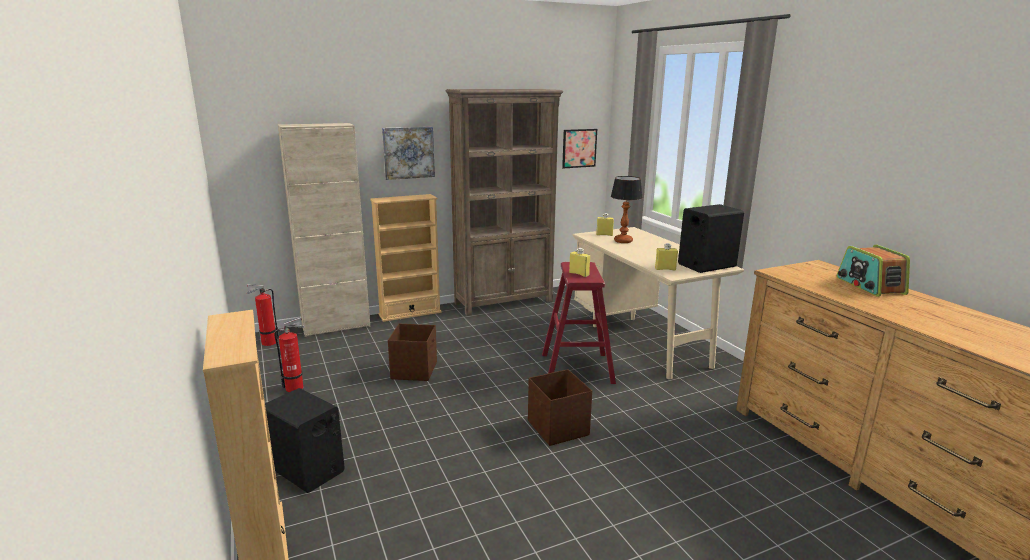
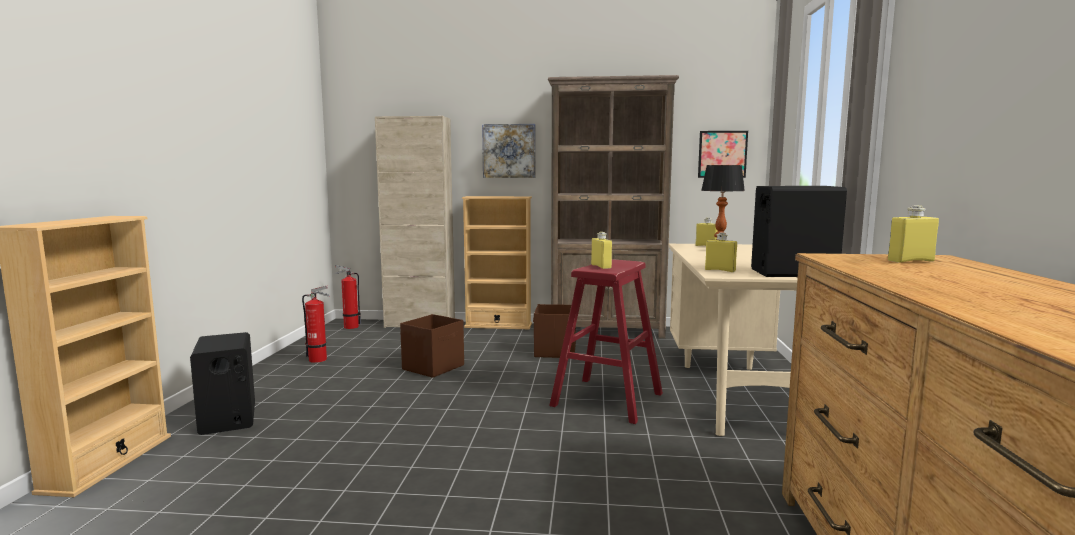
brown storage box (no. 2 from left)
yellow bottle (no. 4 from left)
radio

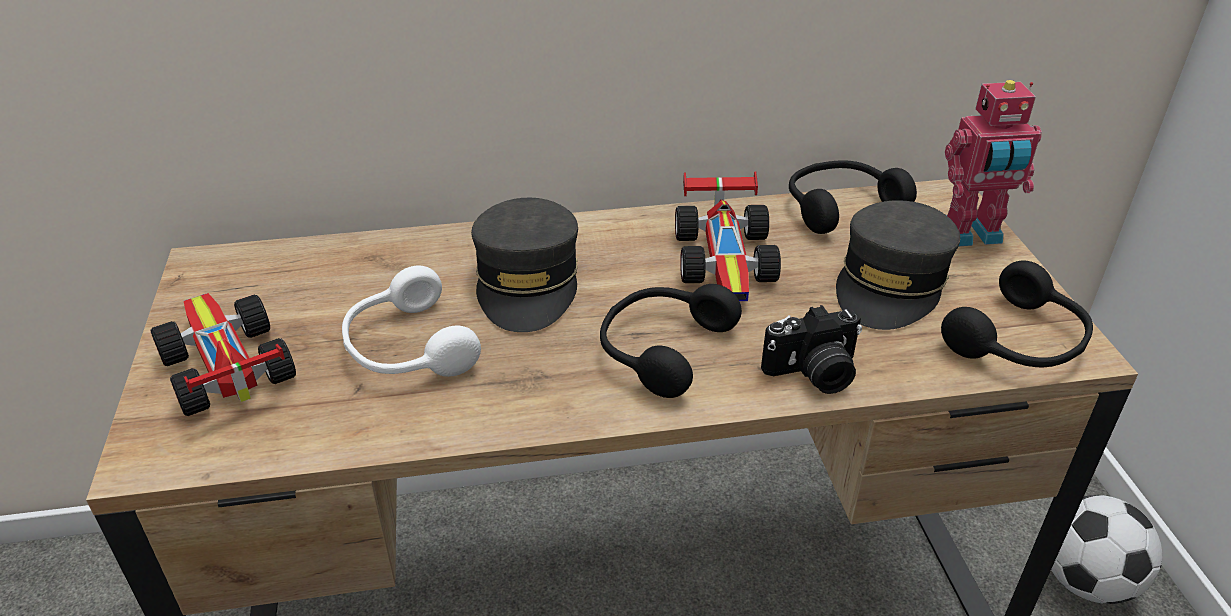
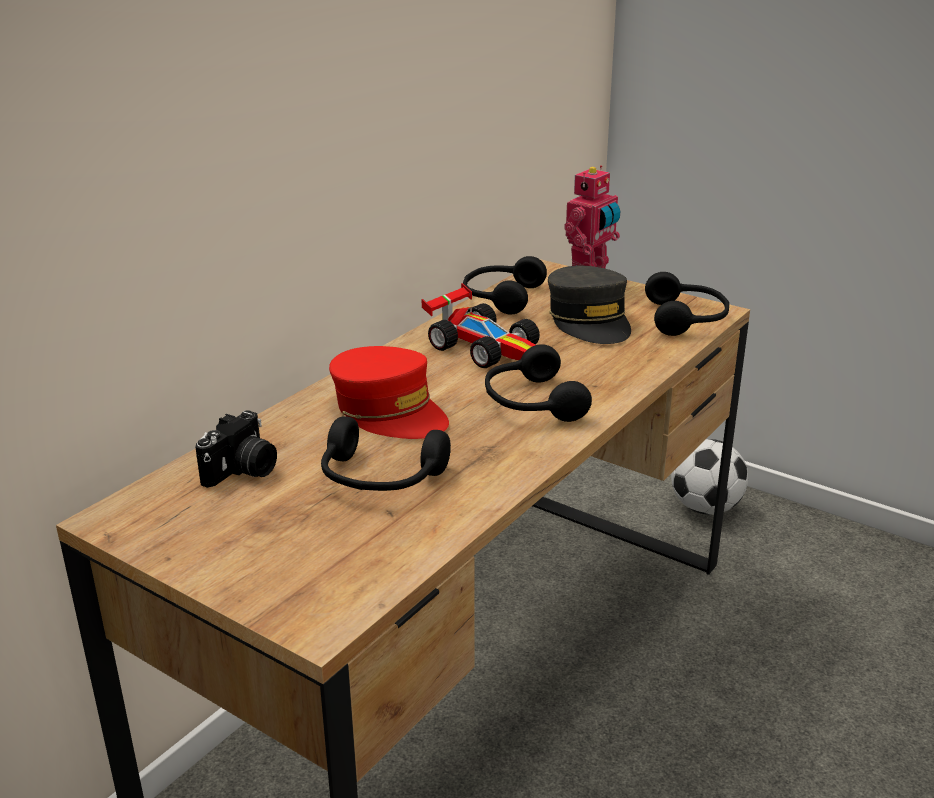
photo camera
black headphones (no. 1 from left)
red cap
toy car (no. 1 from left in the first image)

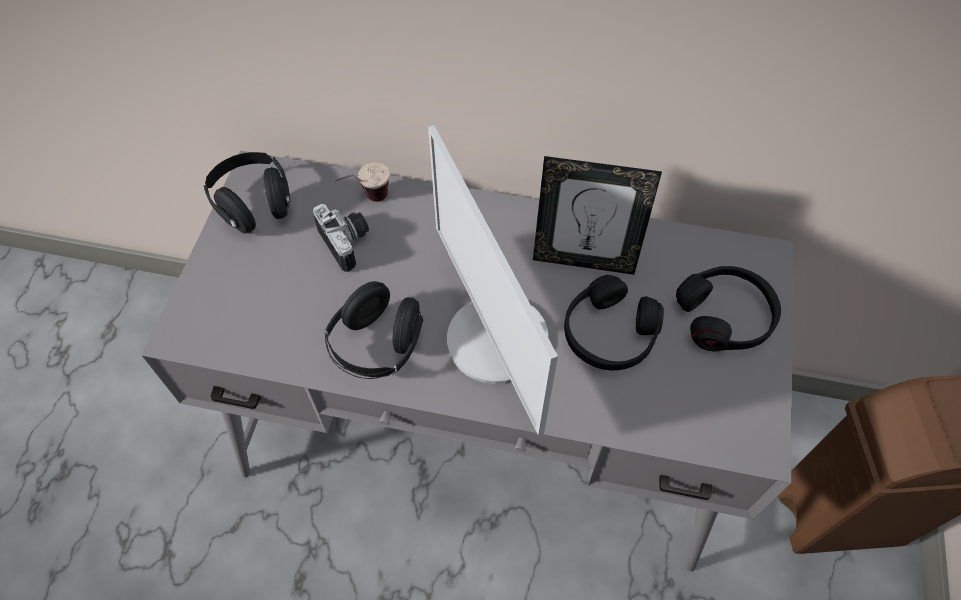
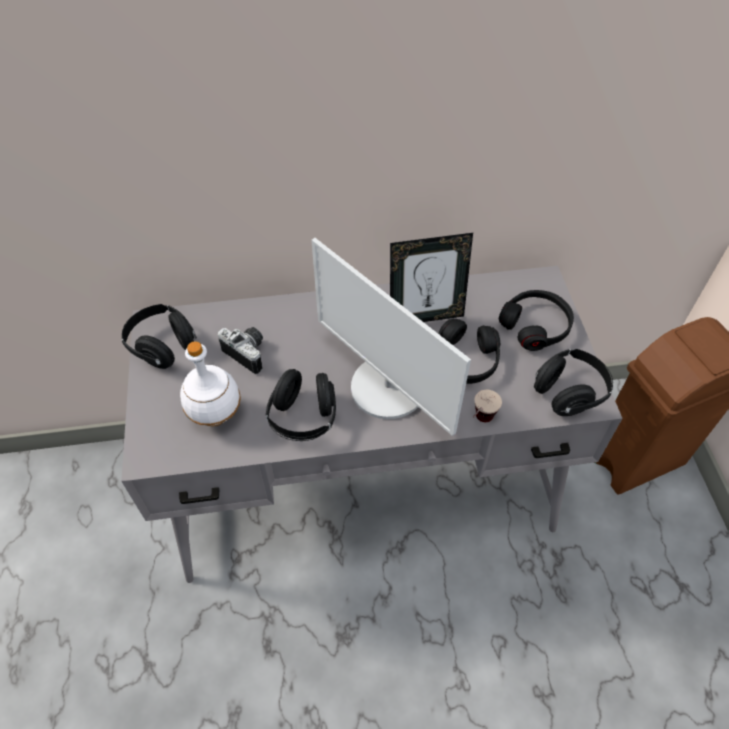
white bottle
cup
black headphones (no. 5 from left)

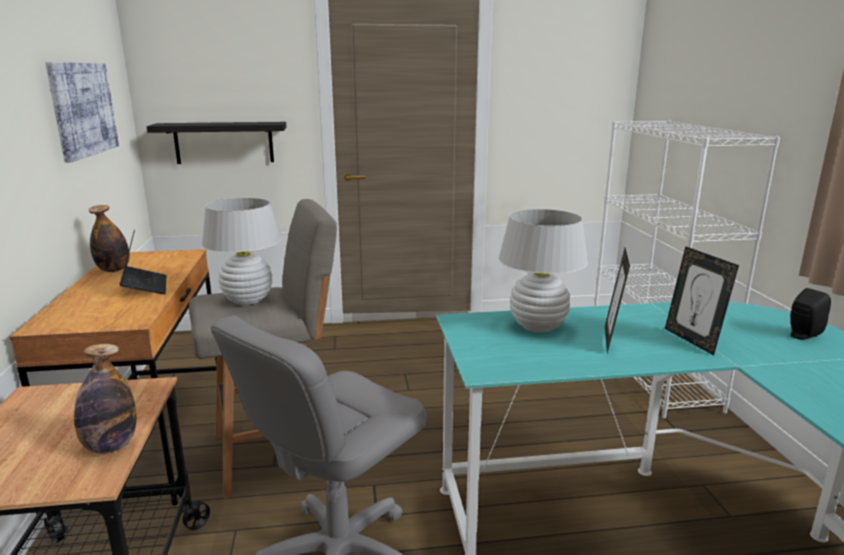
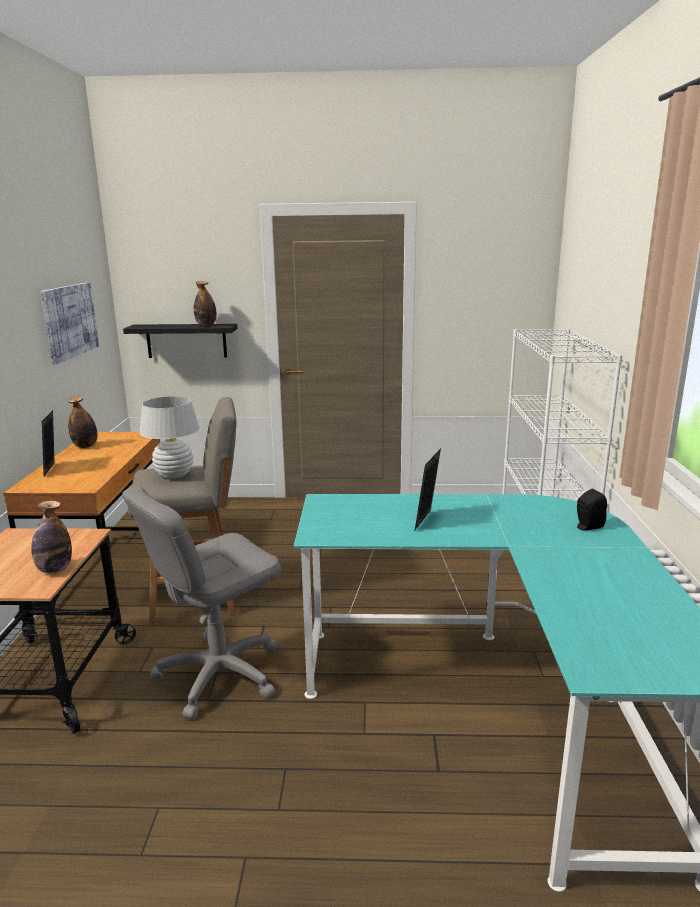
picture frame (no. 1 from left)
bottle (no. 3 from left)
laptop
white table lamp (no. 2 from left in the first image)

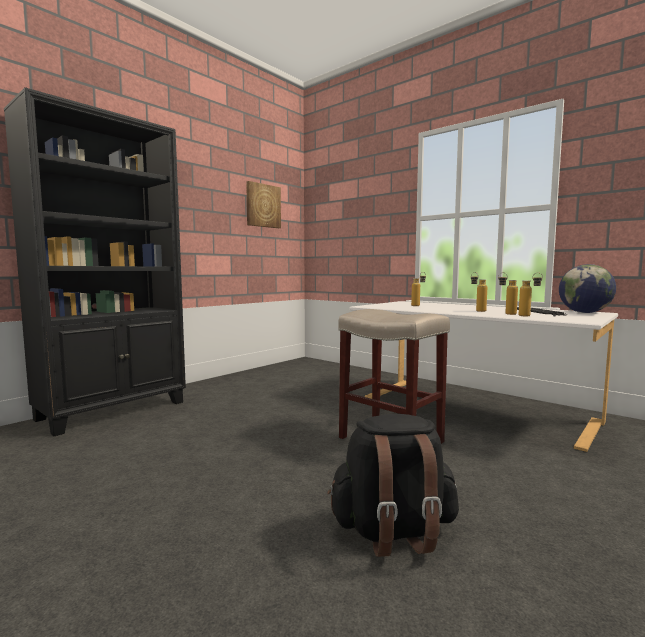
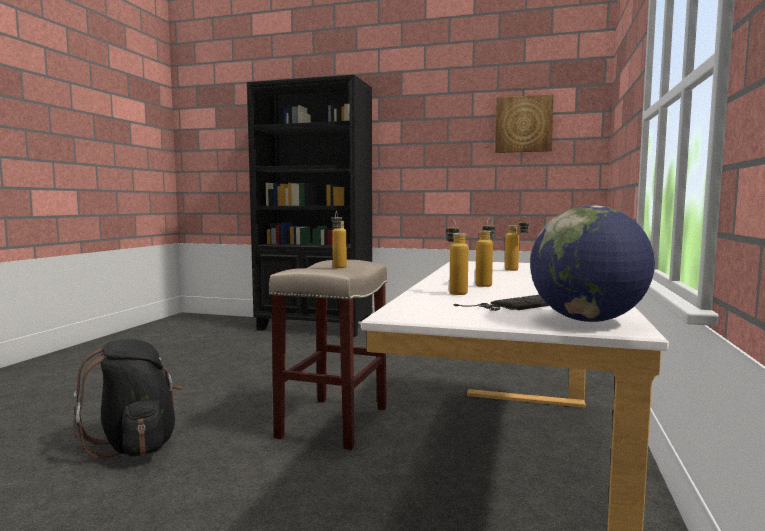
bottle (no. 1 from left)

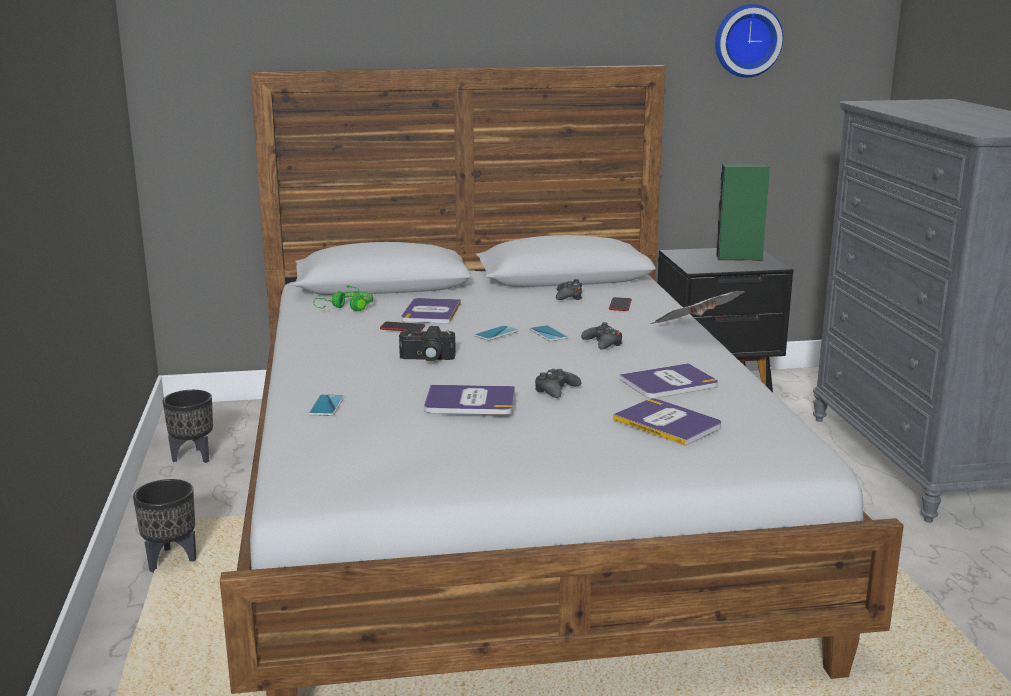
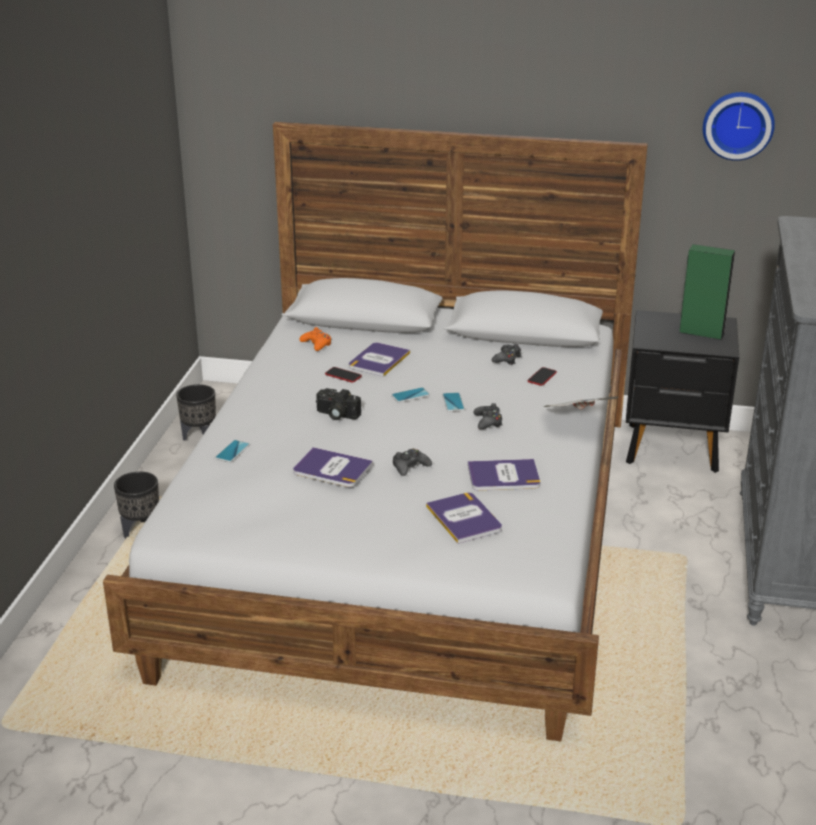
orange game controller

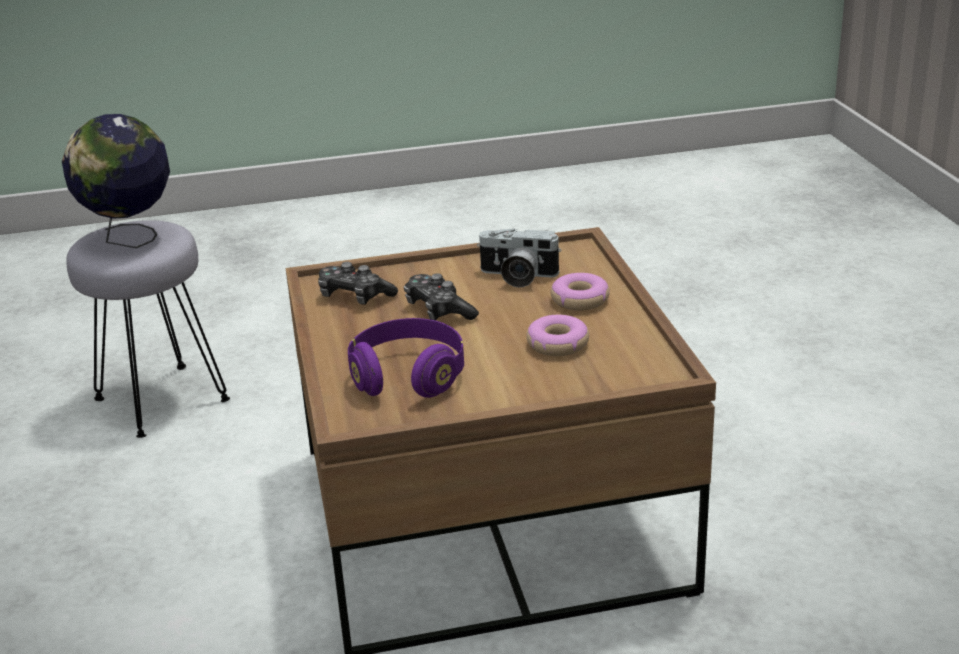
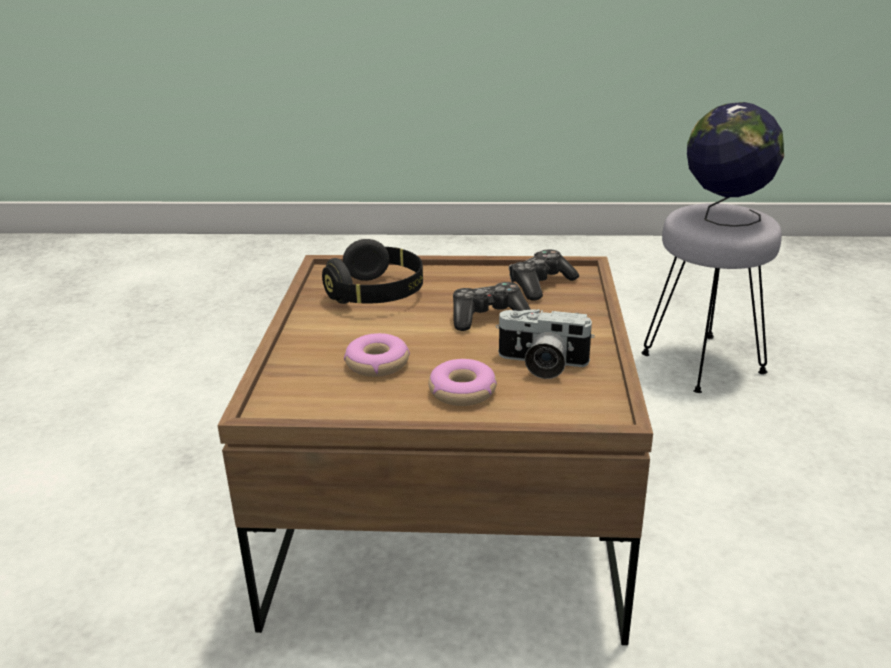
black headphones
photo camera

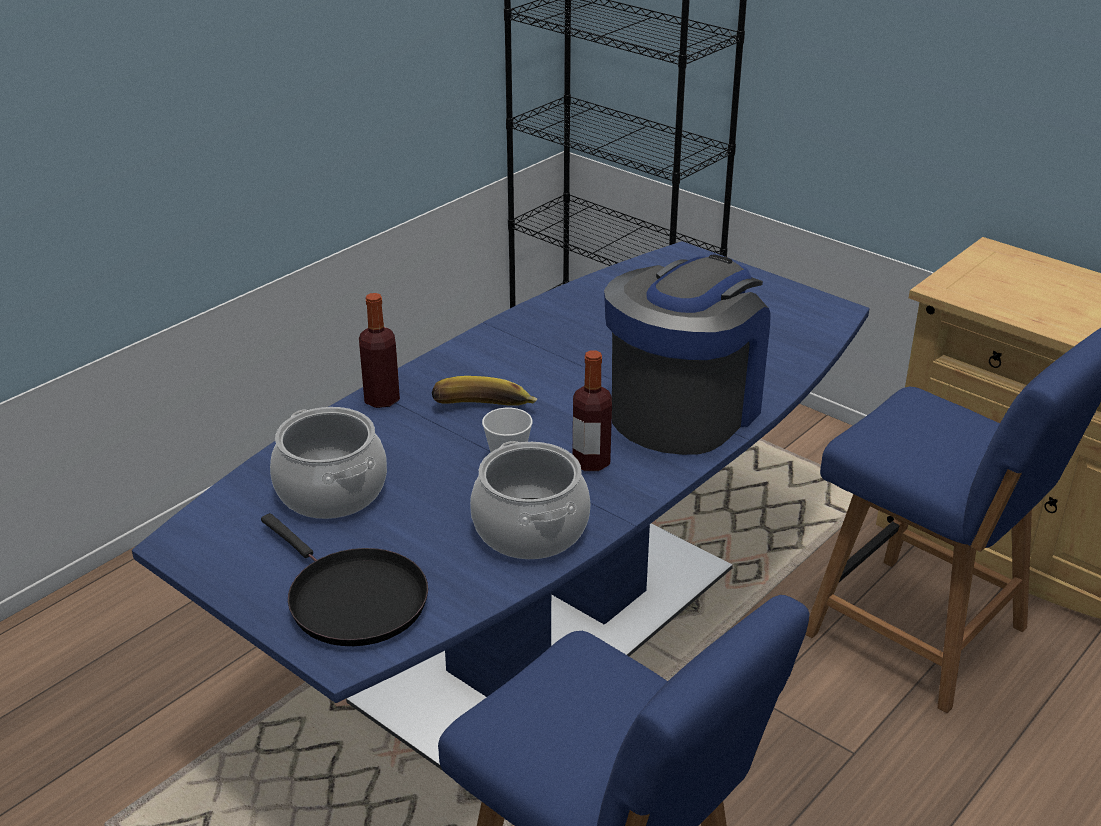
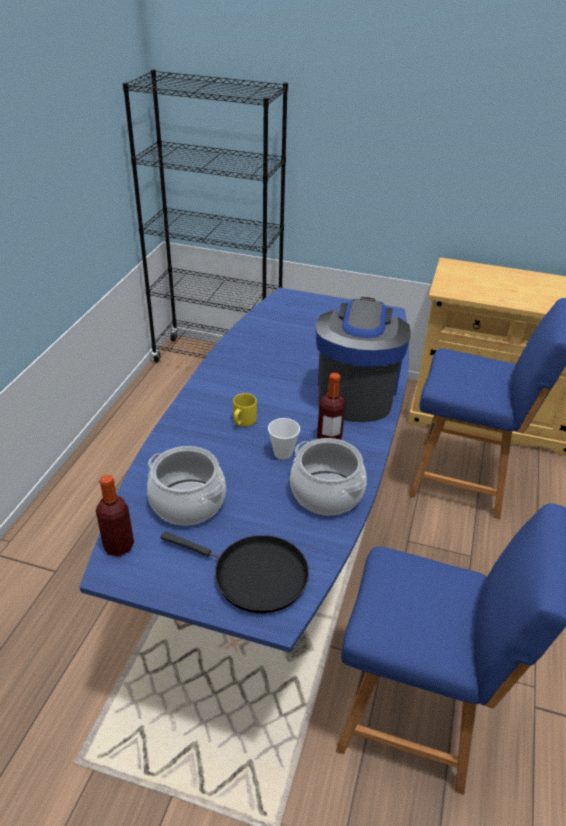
bottle (no. 1 from left)
yellow mug

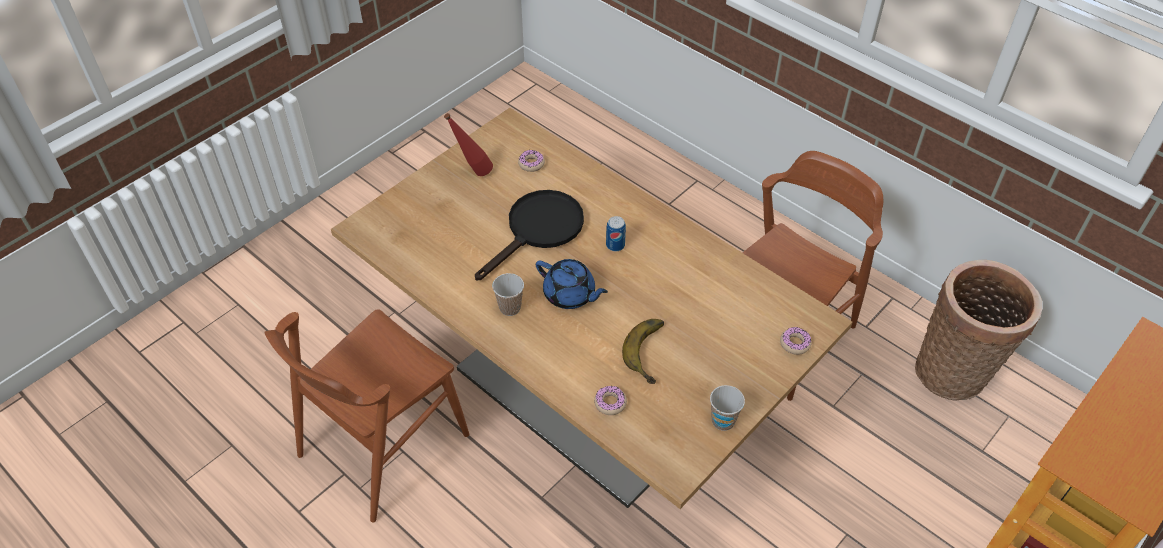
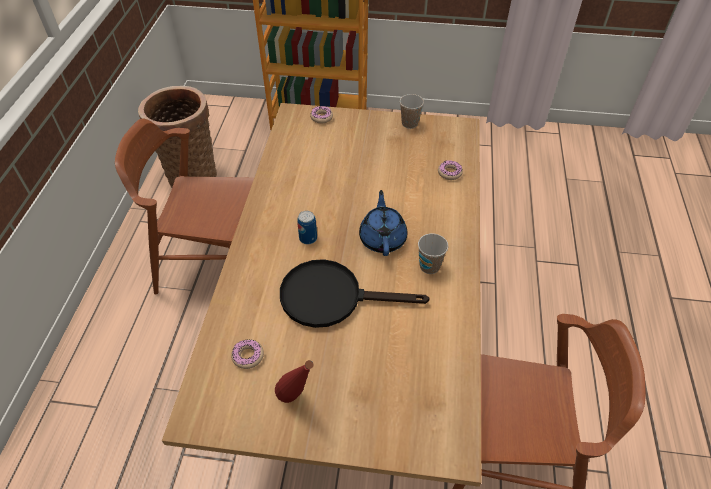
banana

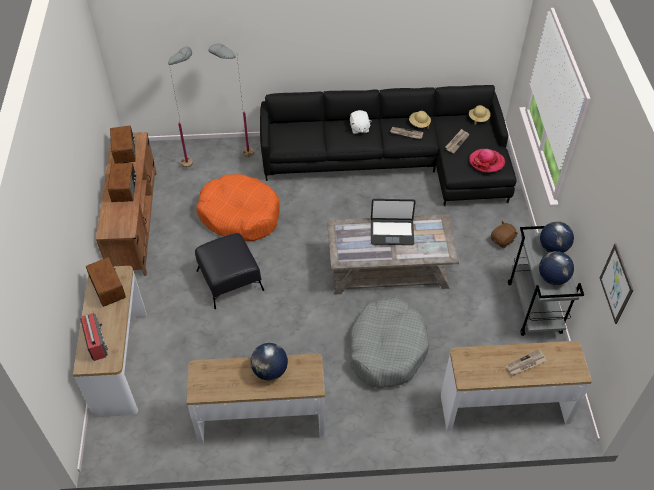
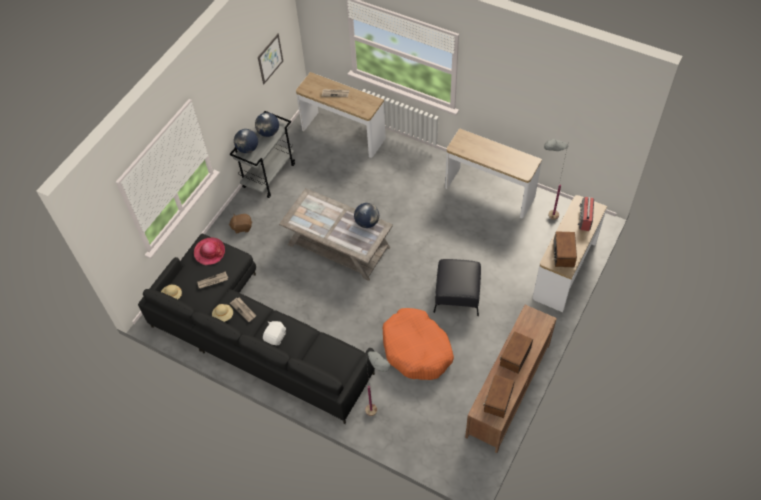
globe (no. 3 from left)
grey floor lamp (no. 2 from left)
grey dog bed
laptop

